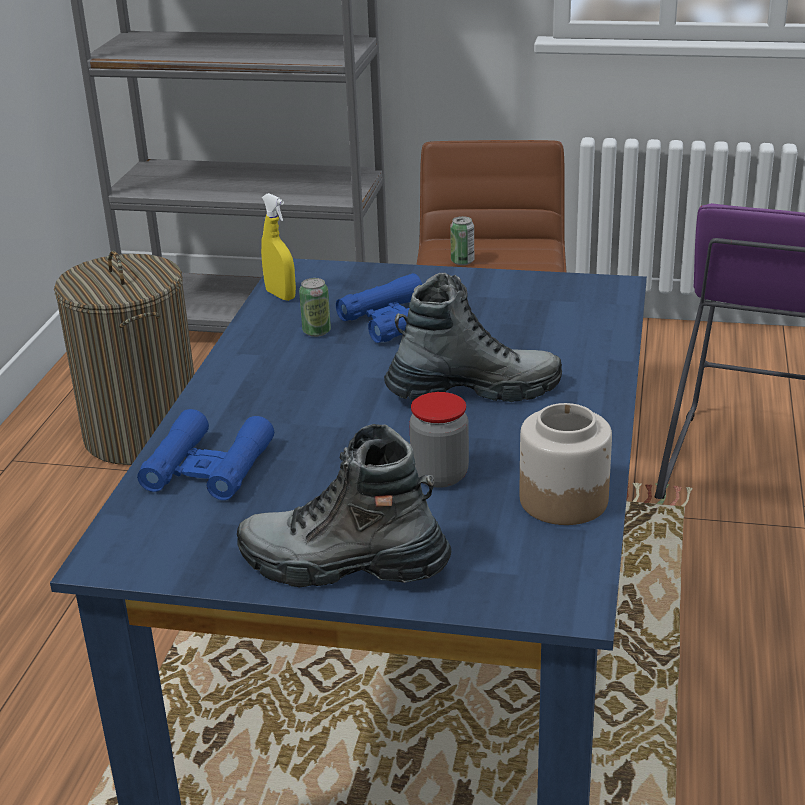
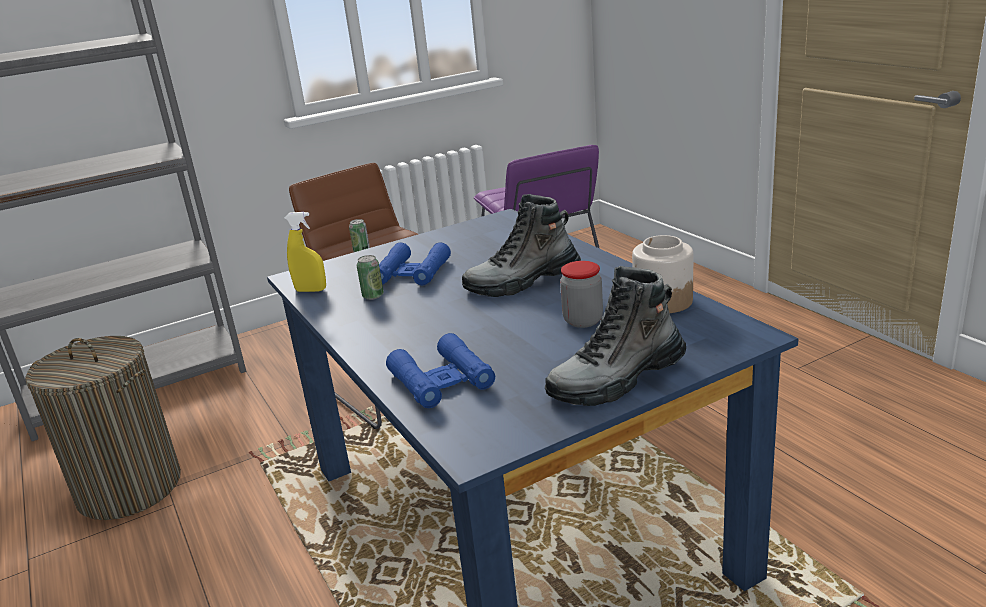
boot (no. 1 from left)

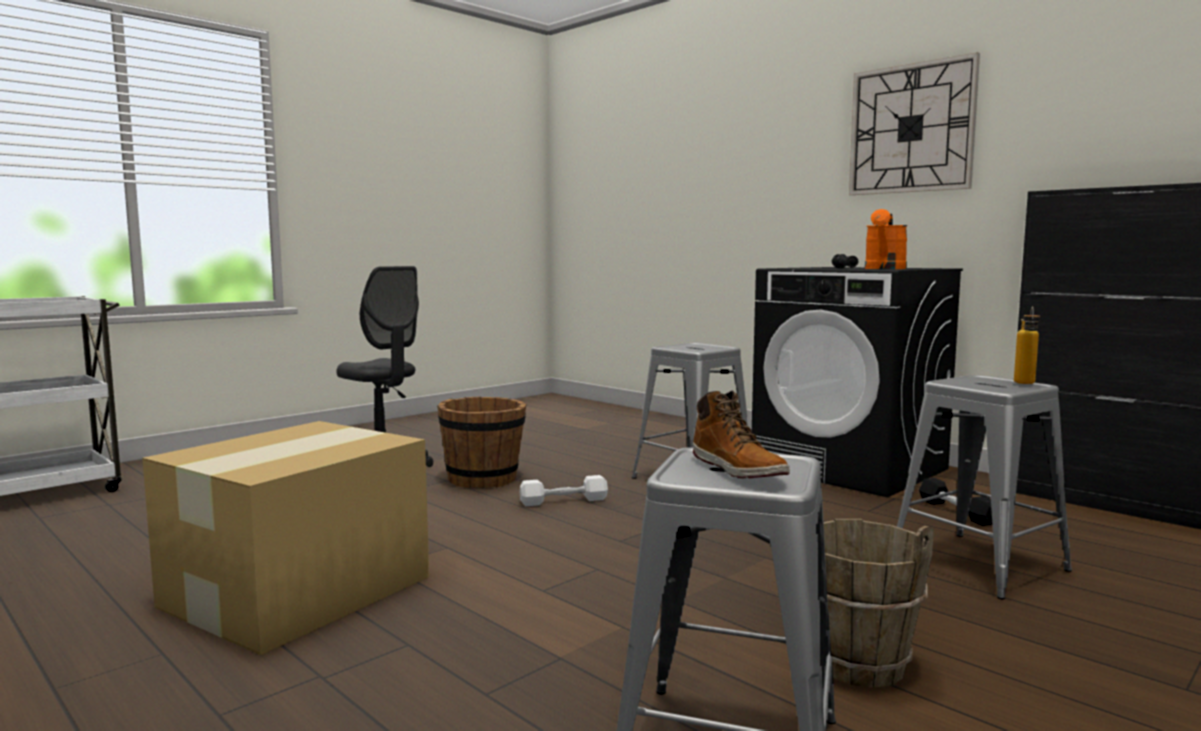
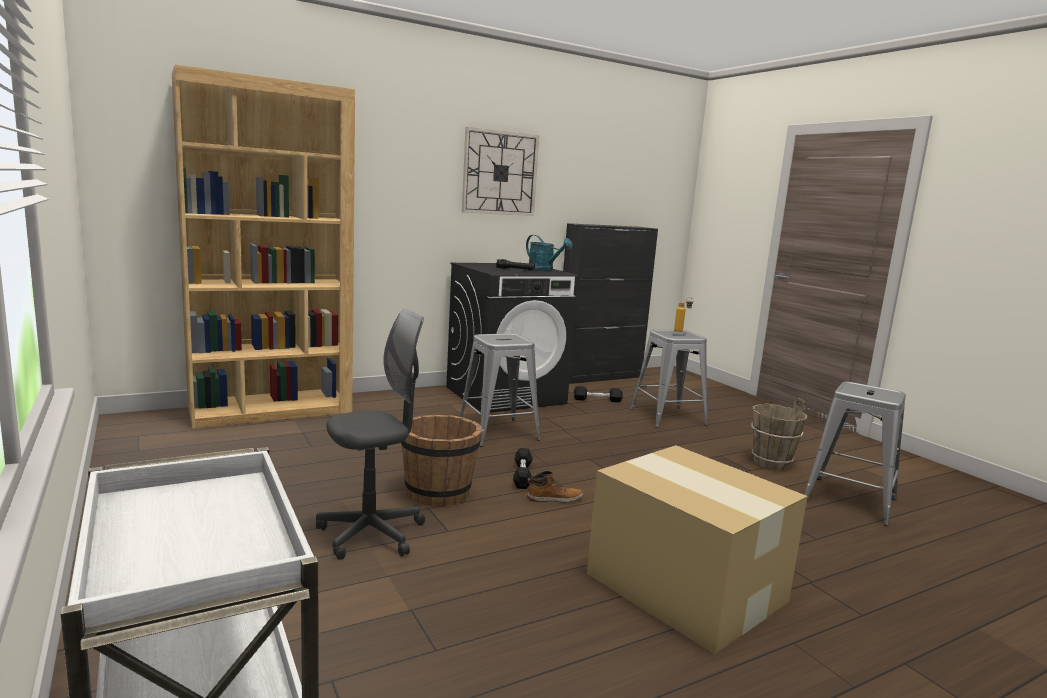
brown bookcase
black dumbbell (no. 1 from left)
turquoise watering can
boot

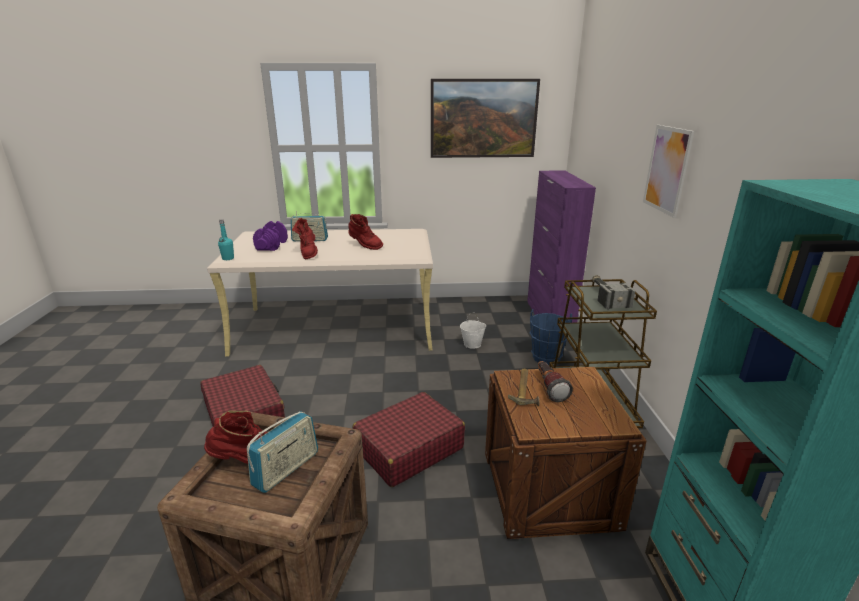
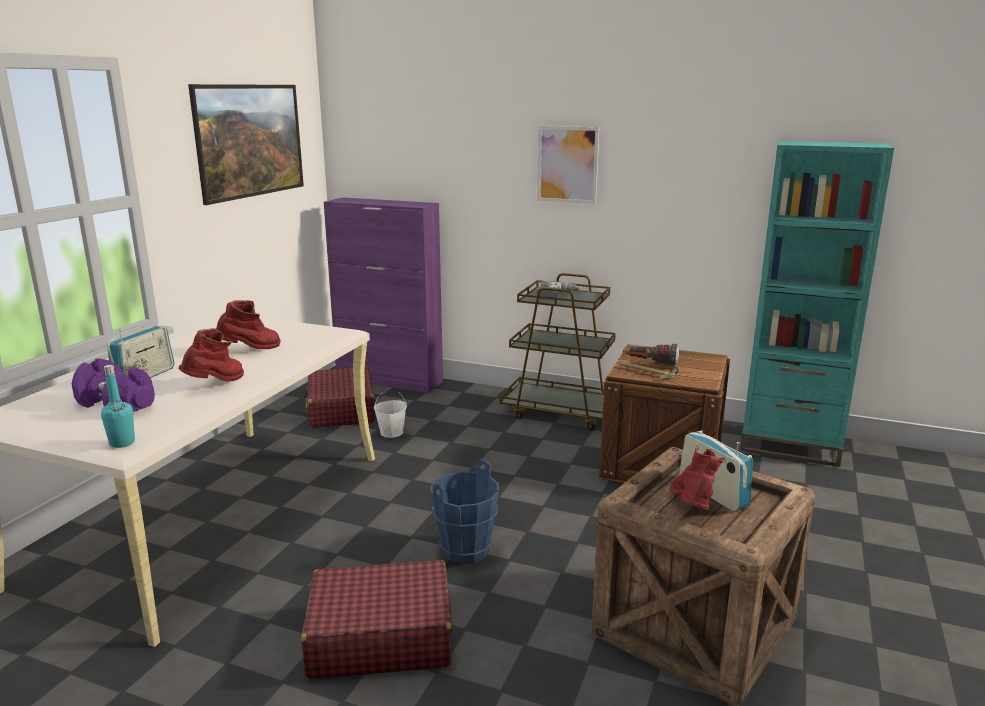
red boot (no. 1 from left)
red suitcase (no. 1 from left)
blue bucket
power drill

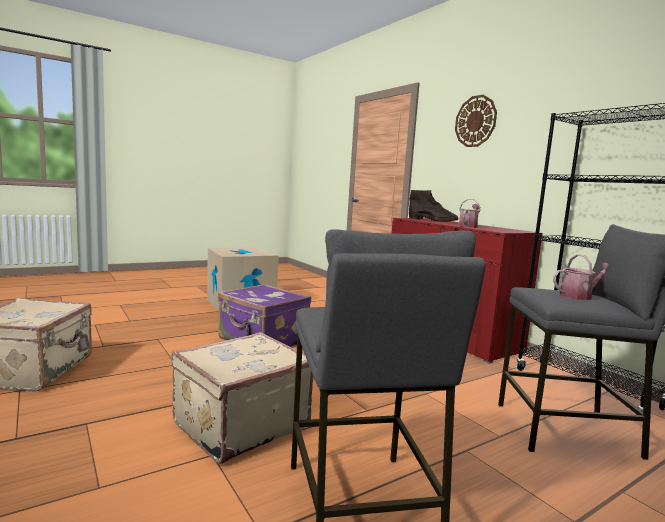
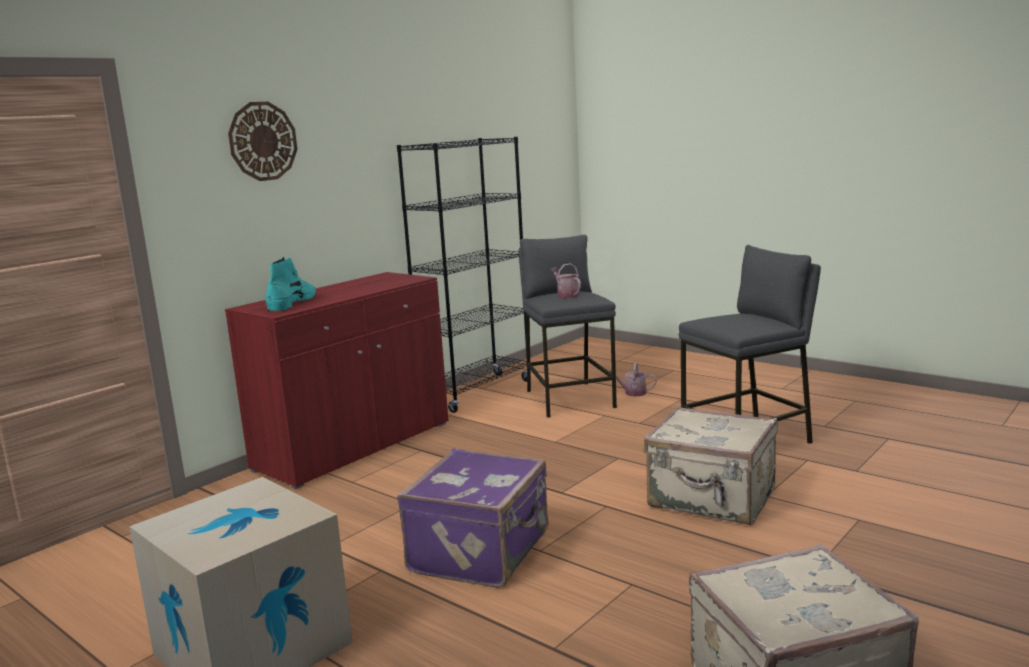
turquoise boot
watering can (no. 2 from left)

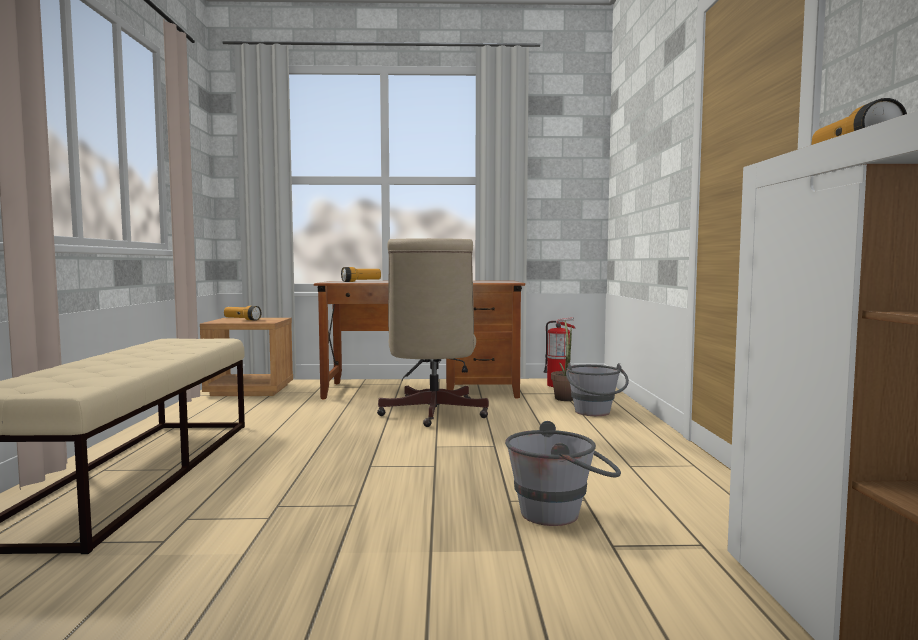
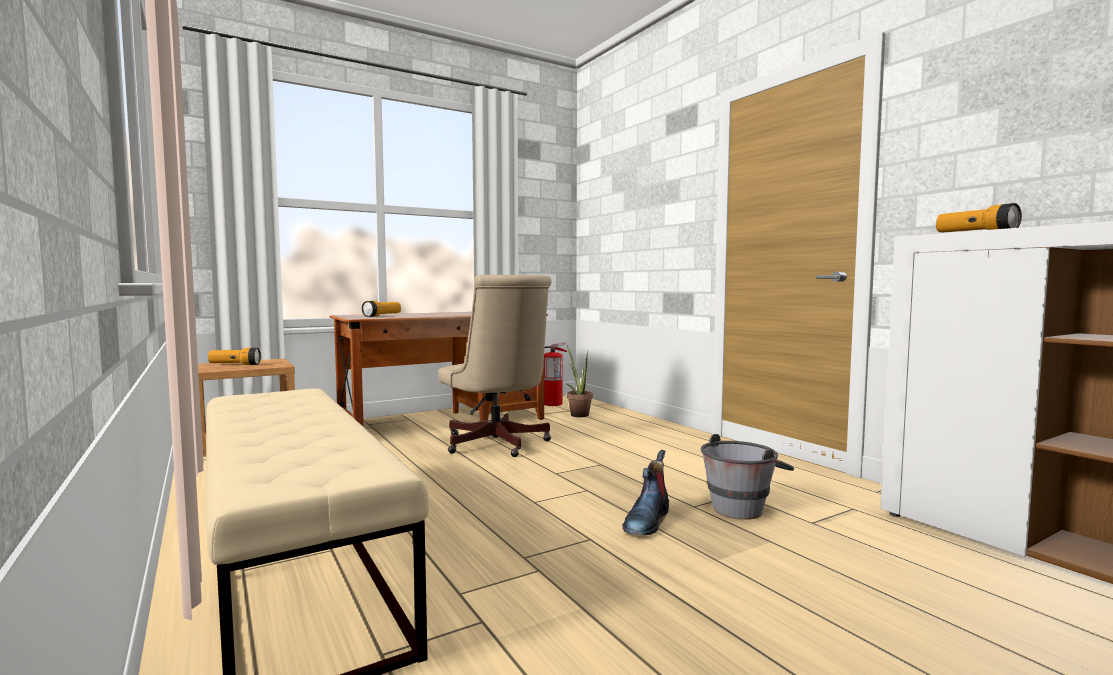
boot
grey bucket (no. 2 from left in the first image)

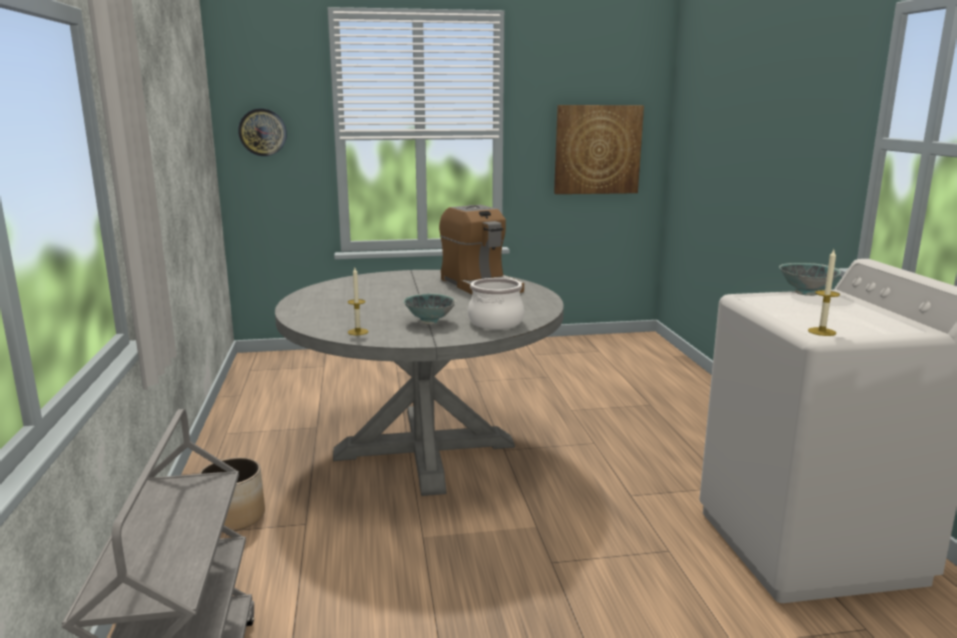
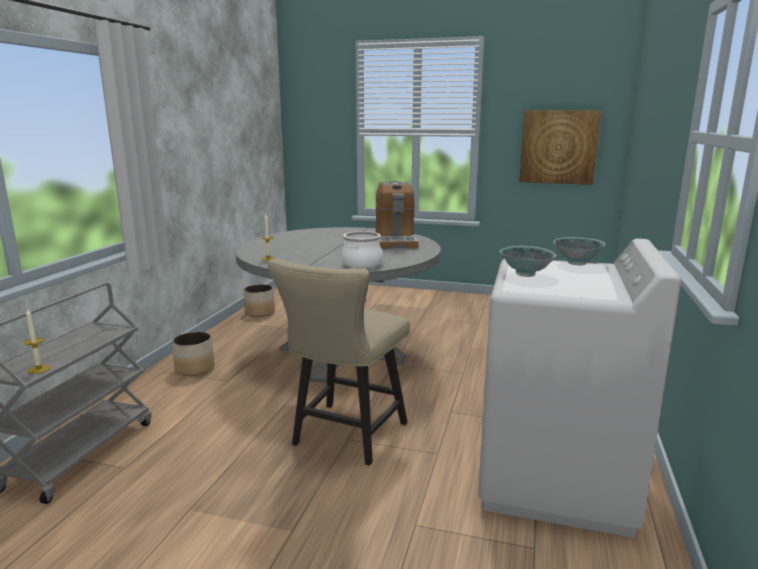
candle (no. 1 from left)
planter (no. 2 from left)
beige chair
bowl (no. 1 from left)
wall clock

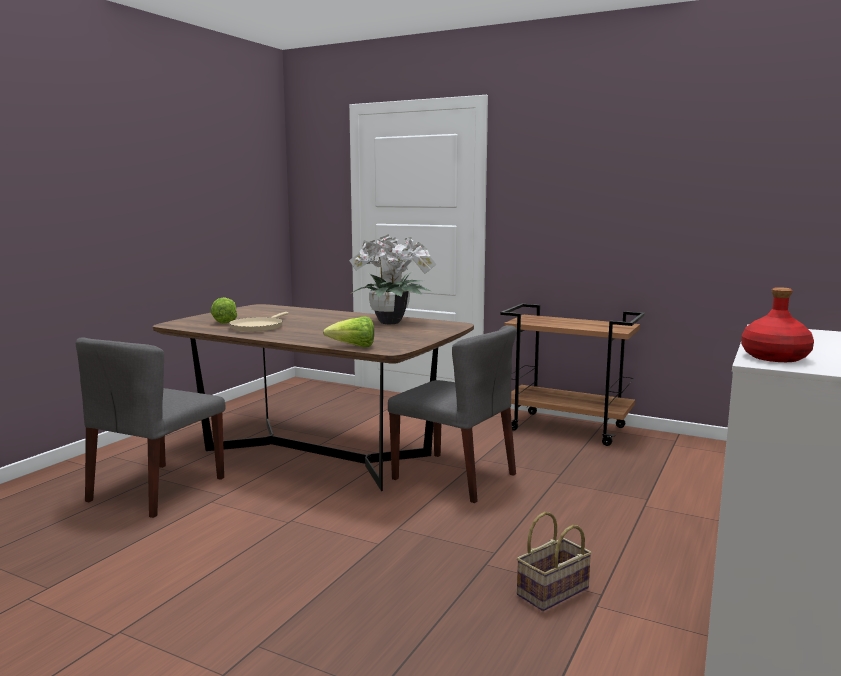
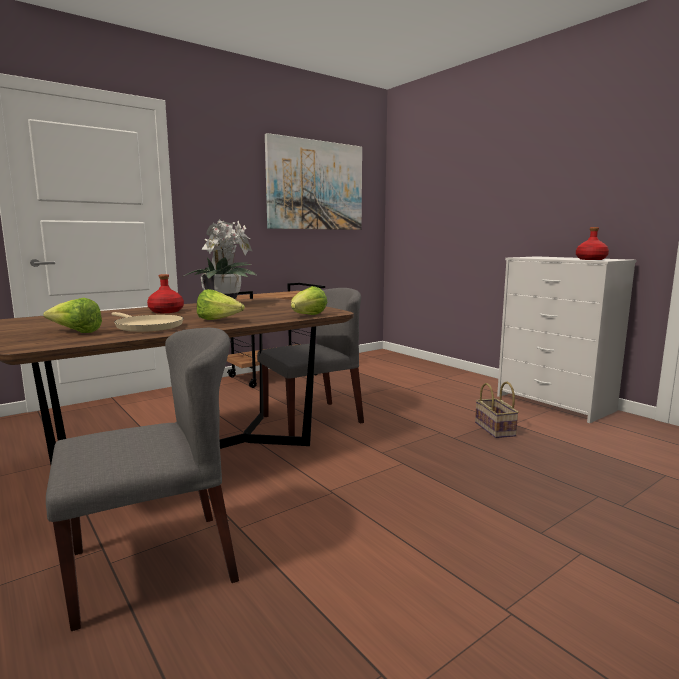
grey chair (no. 1 from left)
red bottle (no. 1 from left)
lettuce (no. 2 from left)
picture

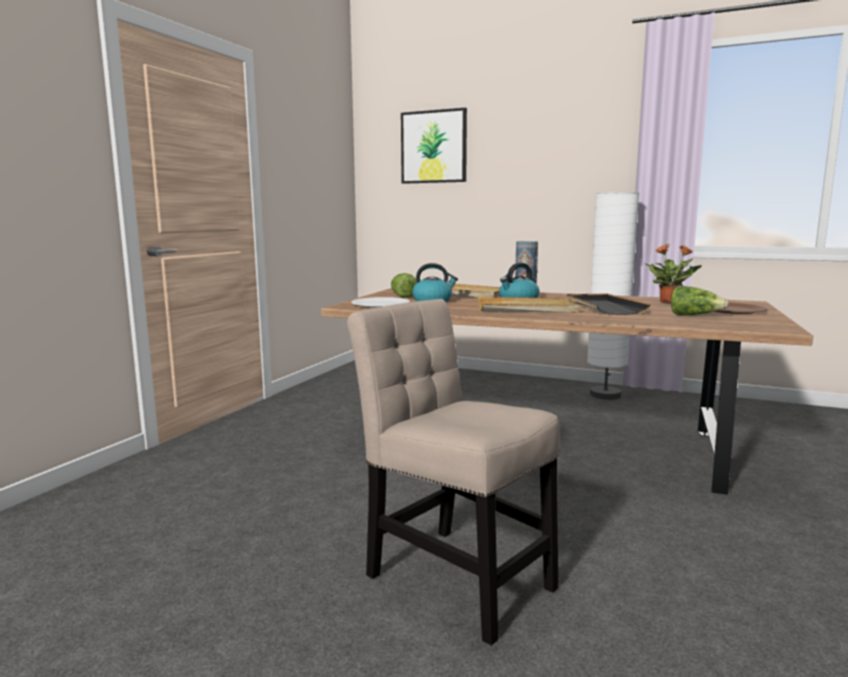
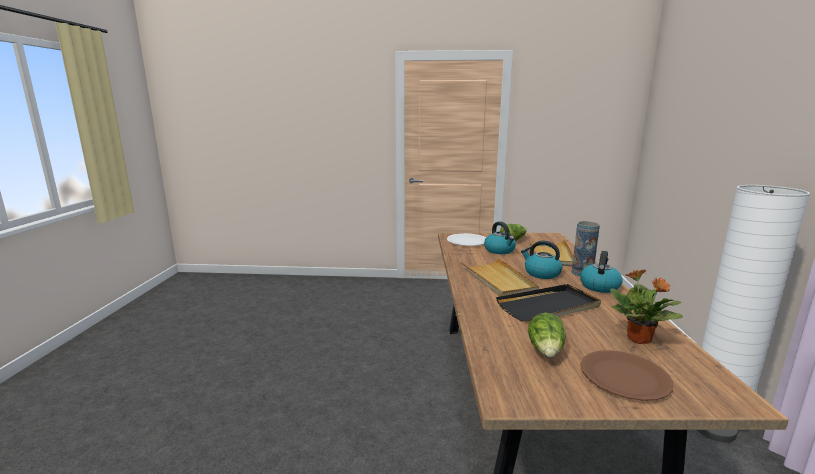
kettle (no. 3 from left)
beige chair
picture

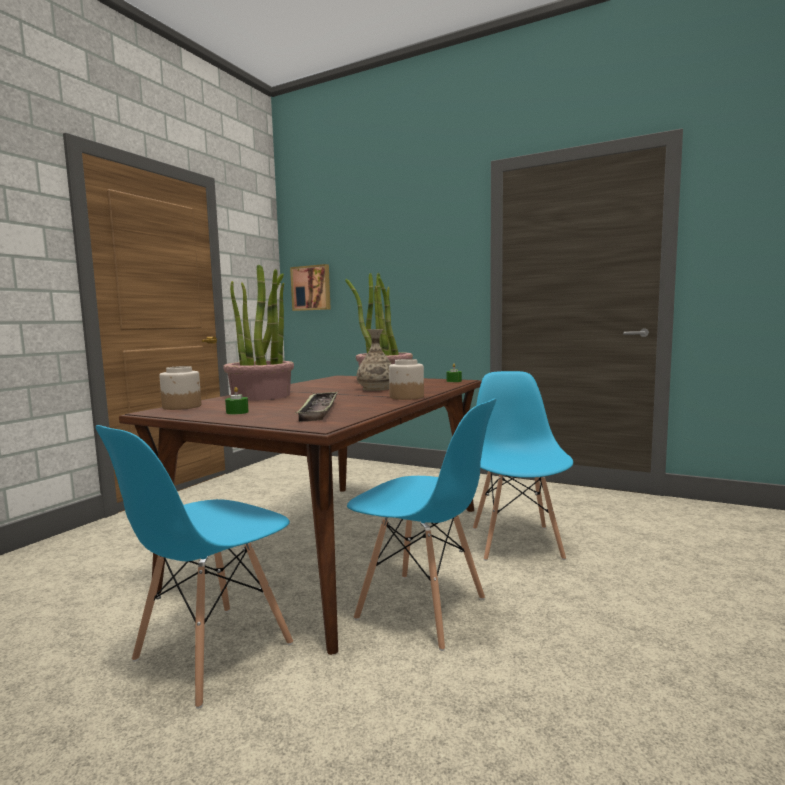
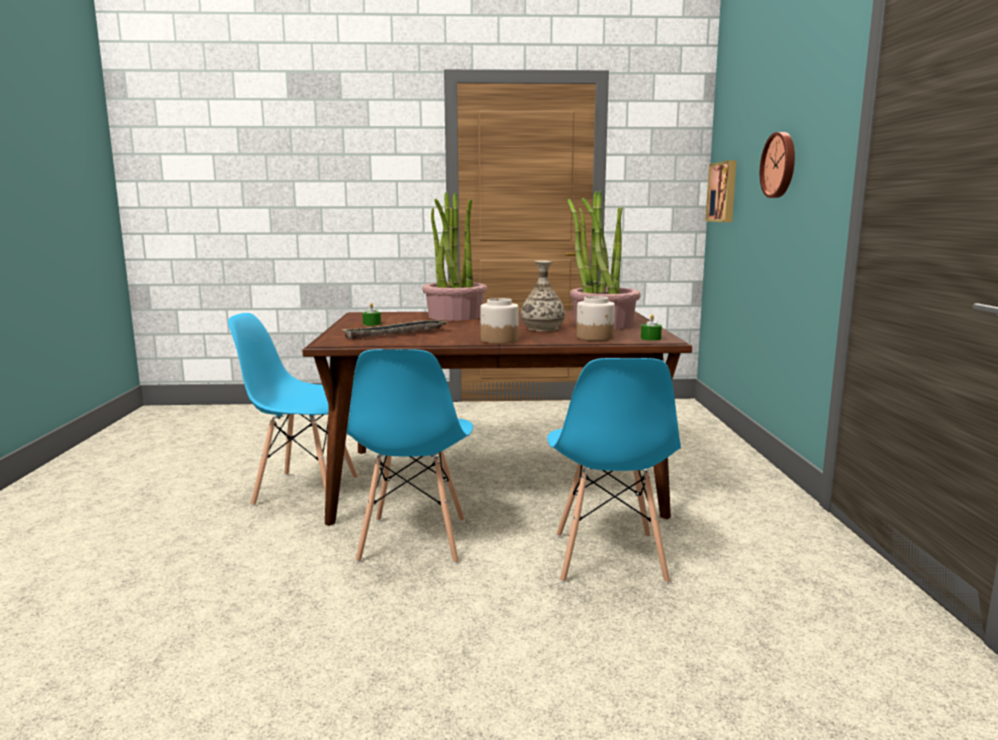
blue chair (no. 3 from left)
jar (no. 2 from left)
wall clock

